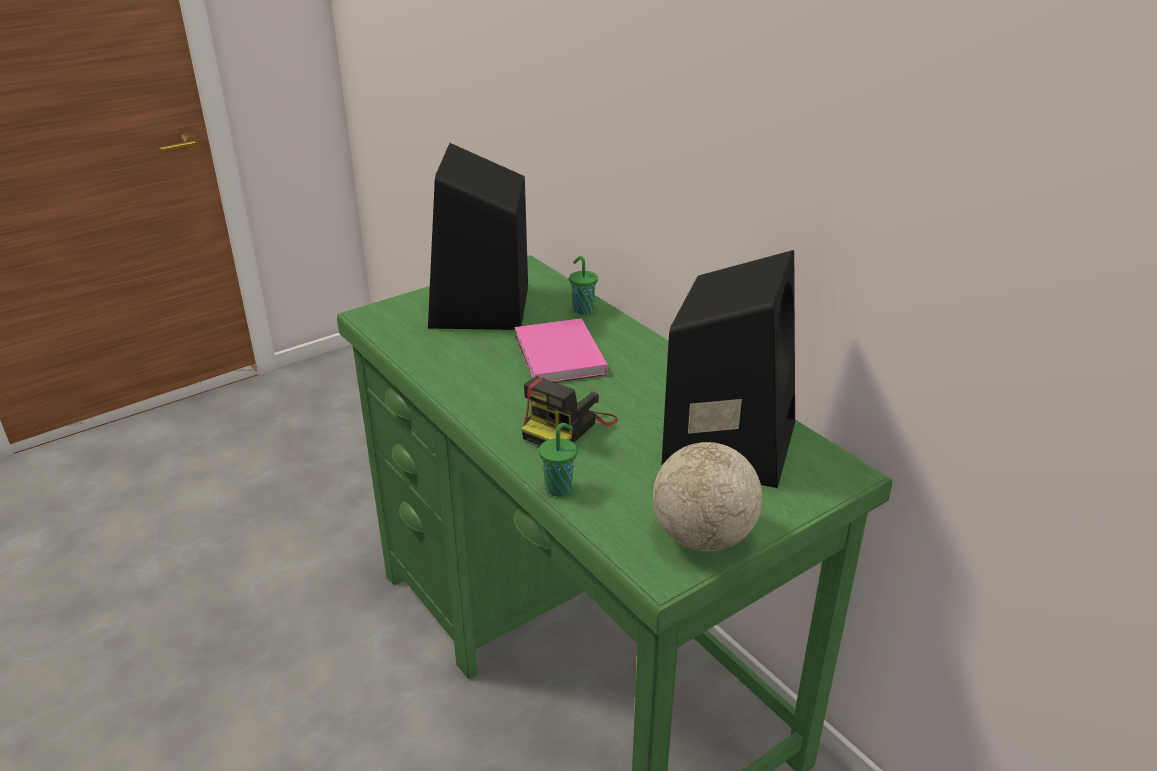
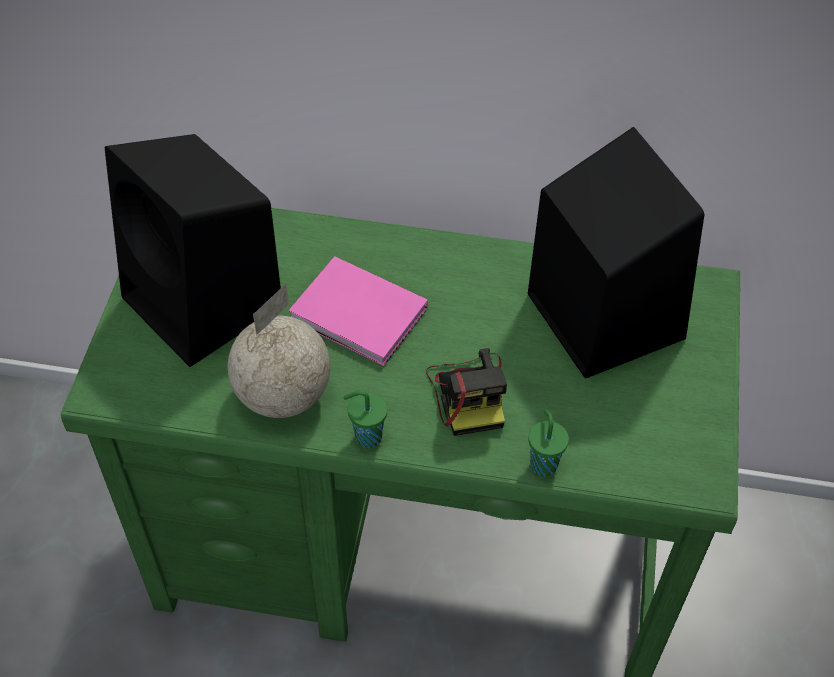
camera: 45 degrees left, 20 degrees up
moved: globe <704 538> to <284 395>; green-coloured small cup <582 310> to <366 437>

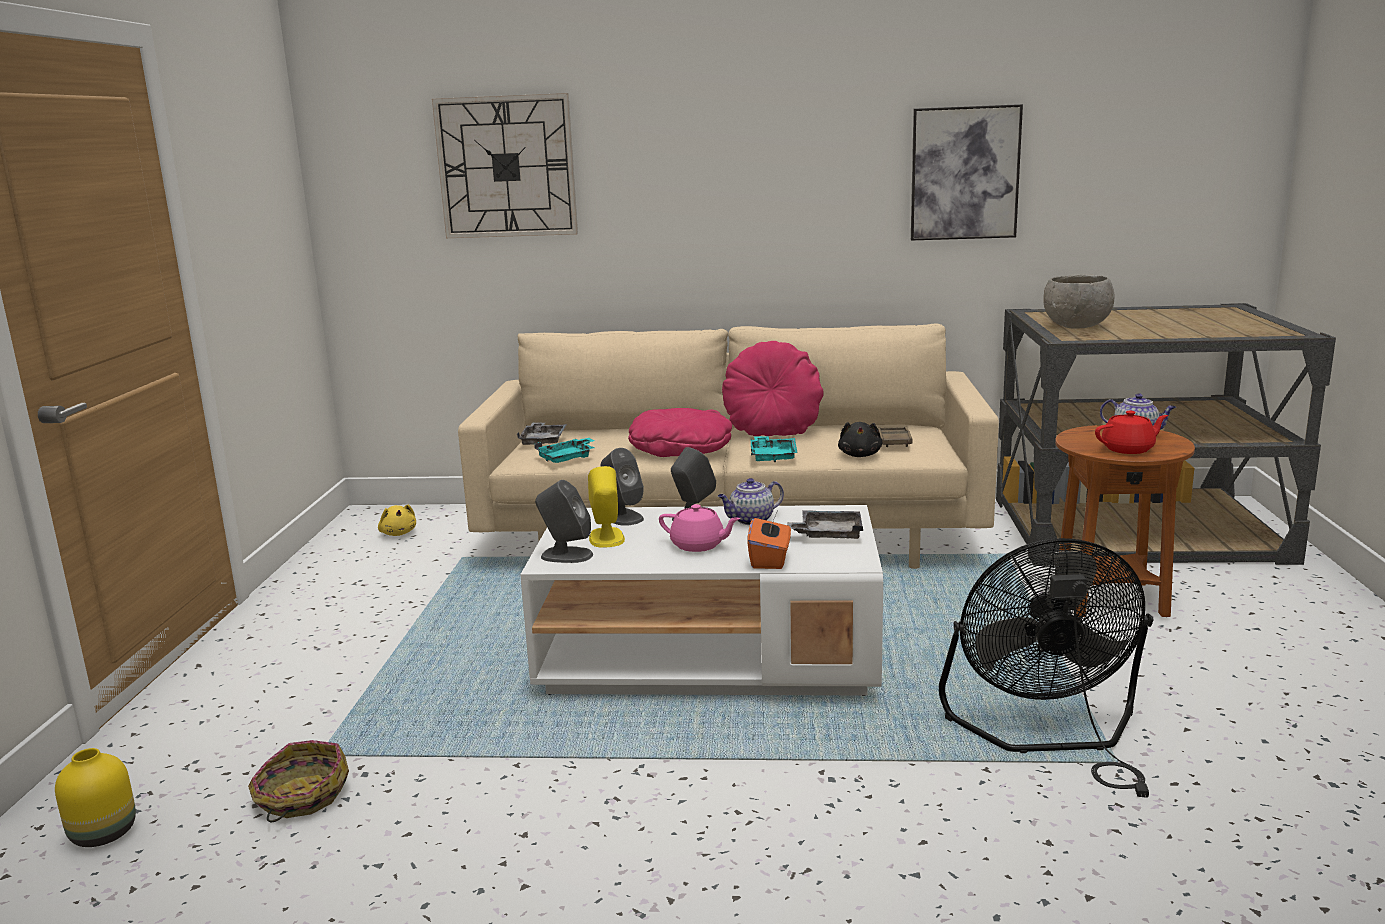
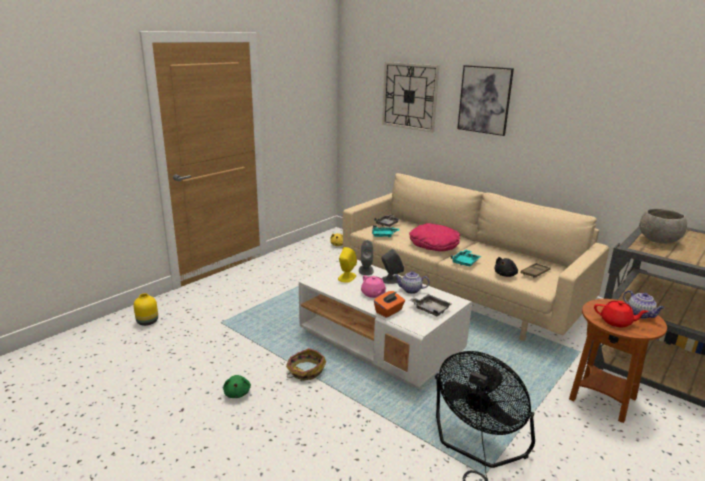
camera: 35 degrees right, 5 degrees up
removed: greyish loudspeaker <566 555>; pink throw pillow <773 433>
added: green-coloured plush toy <237 393>
moved: household basket <301 796> to <305 371>; wall art <964 173> to <484 100>

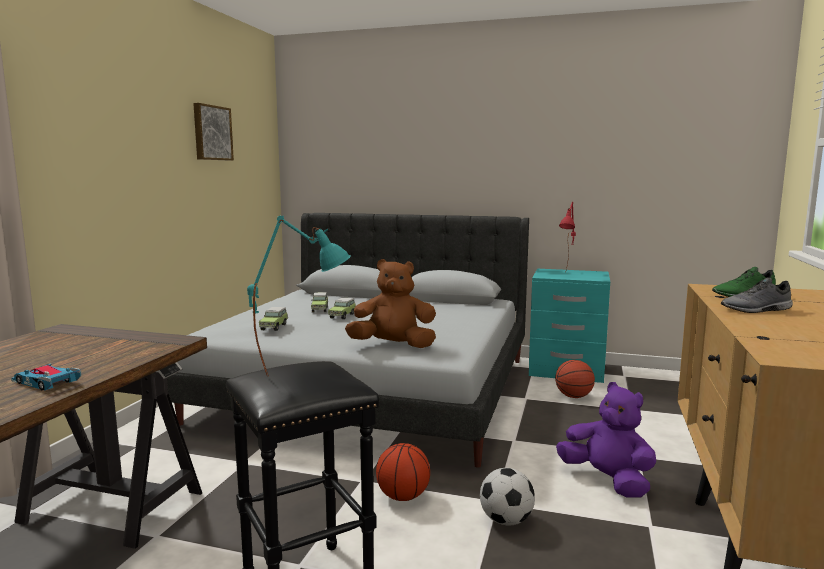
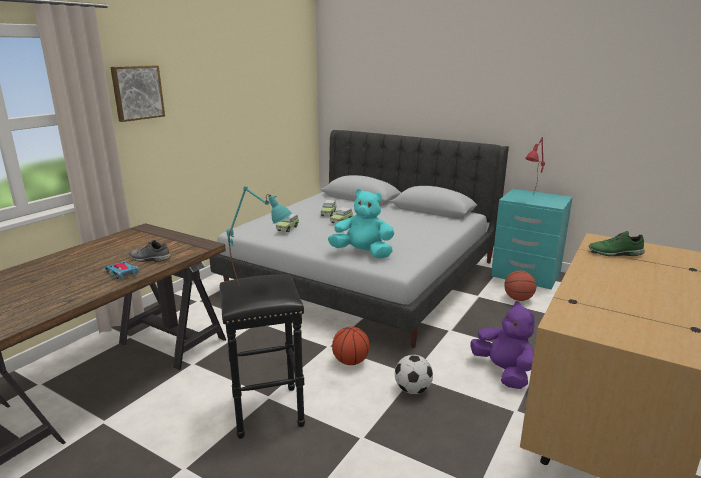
camera: 15 degrees right, 10 degrees up
moved: wall art <211 133> to <137 92>; greyish item of footwear <756 310> to <149 259>
recoloured: brown plush toy <393 346> to blue-green plush toy <363 253>

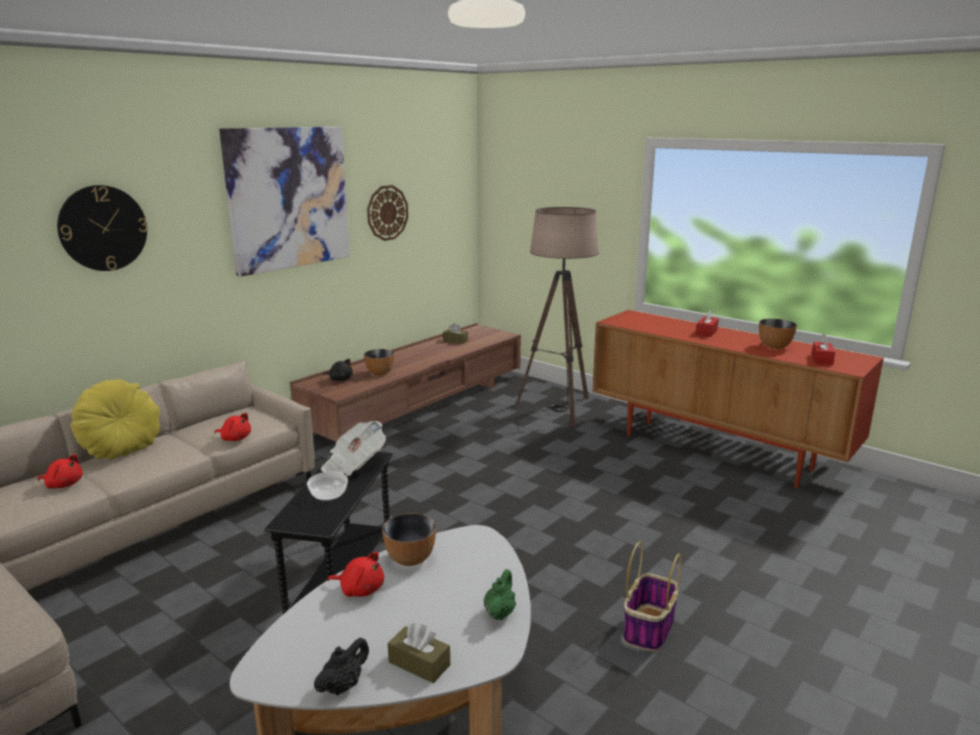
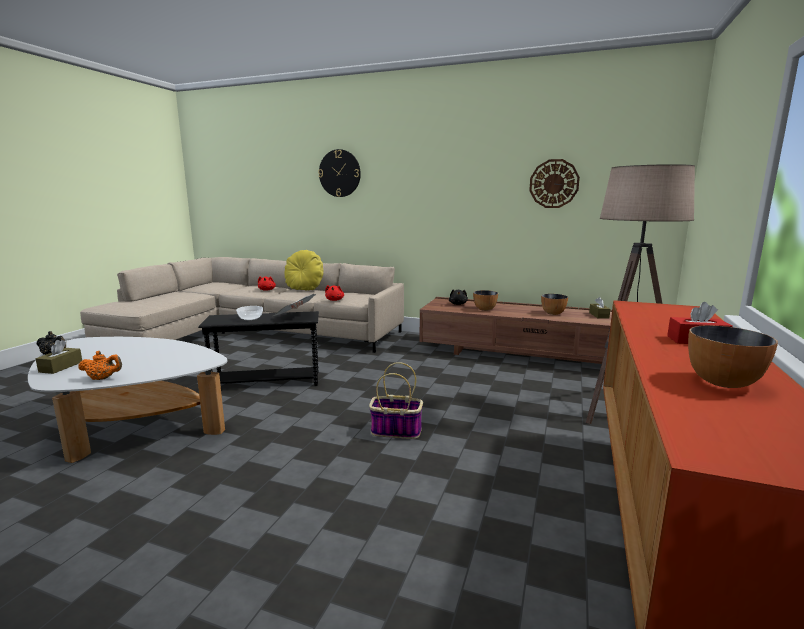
camera: 70 degrees right, 5 degrees down
removed: wall art <289 198>; reddish plush toy <360 589>; reddish tissue box <822 359>
moved: household basket <649 629> to <395 431>; serving bowl <410 559> to <553 313>
recoloured: green-coloured tea pot <499 613> to orange tea pot <103 378>

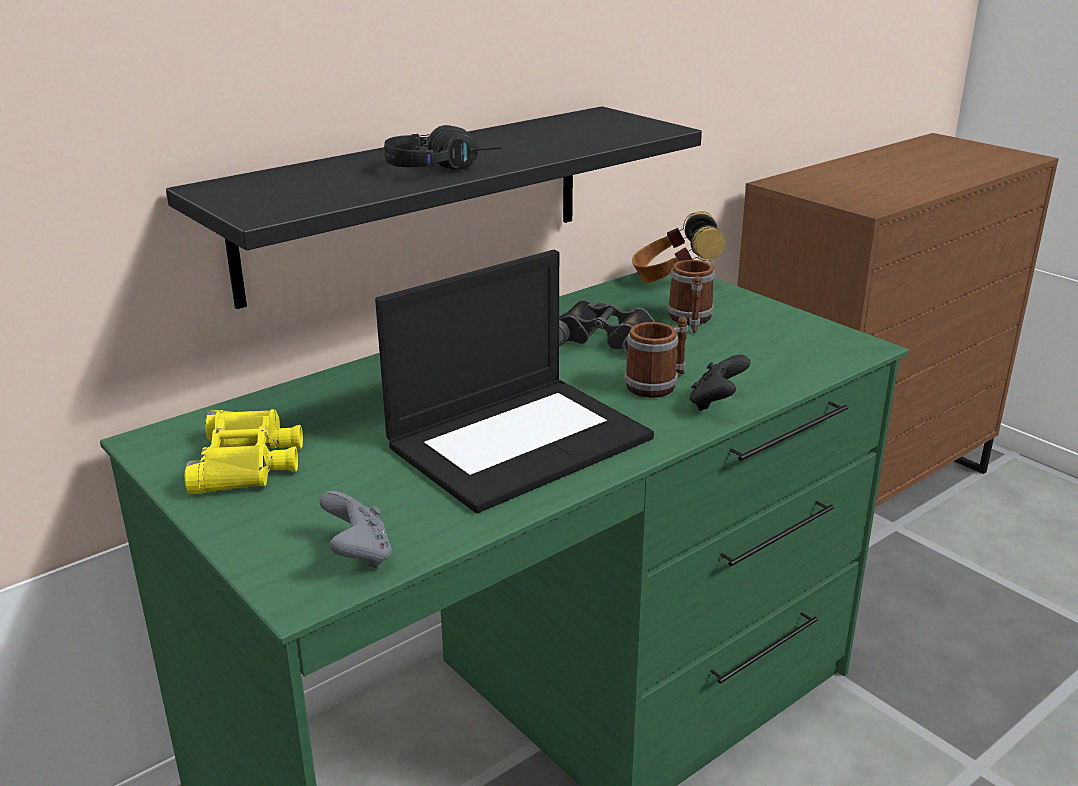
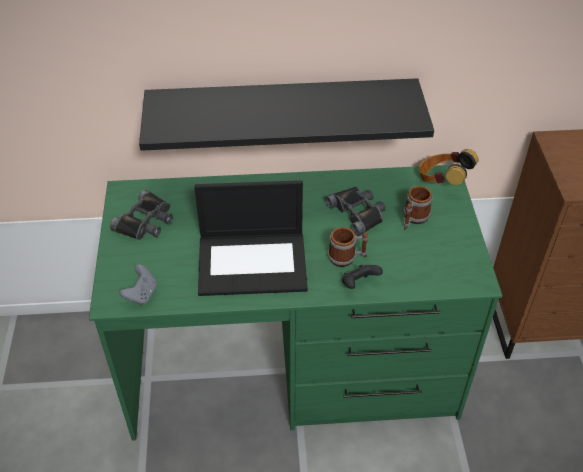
camera: 35 degrees right, 20 degrees up
removed: black-coloured headset <442 168>
recoloured: yellowish field glasses <248 461> to black-coloured field glasses <146 221>

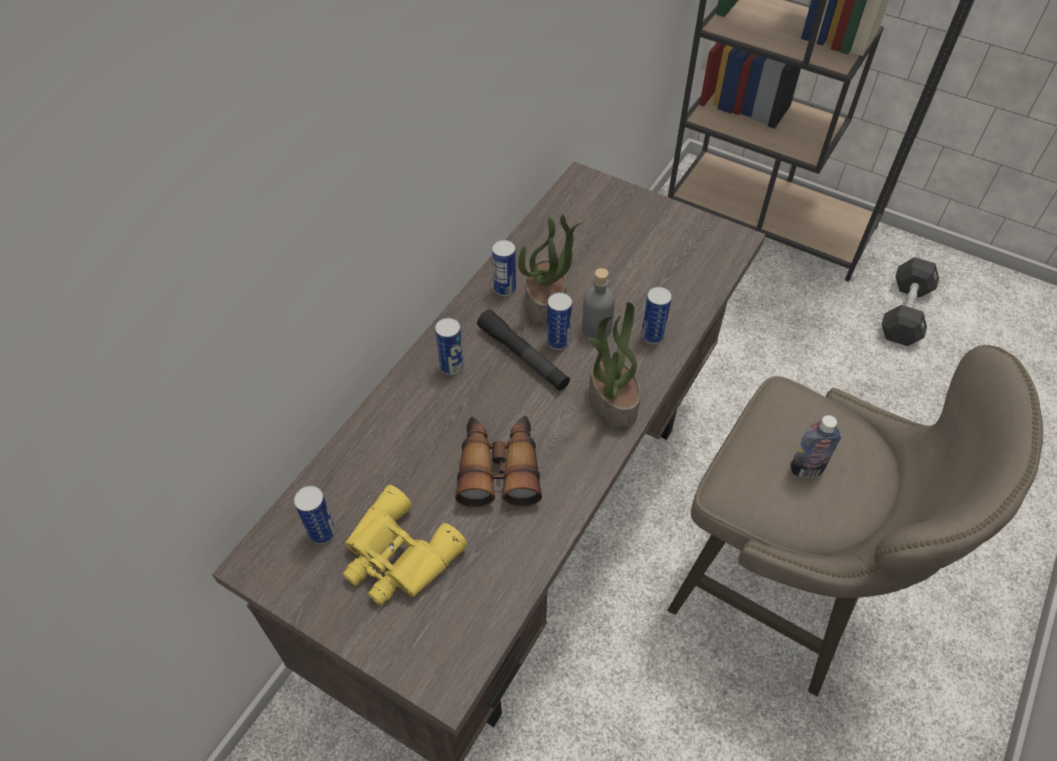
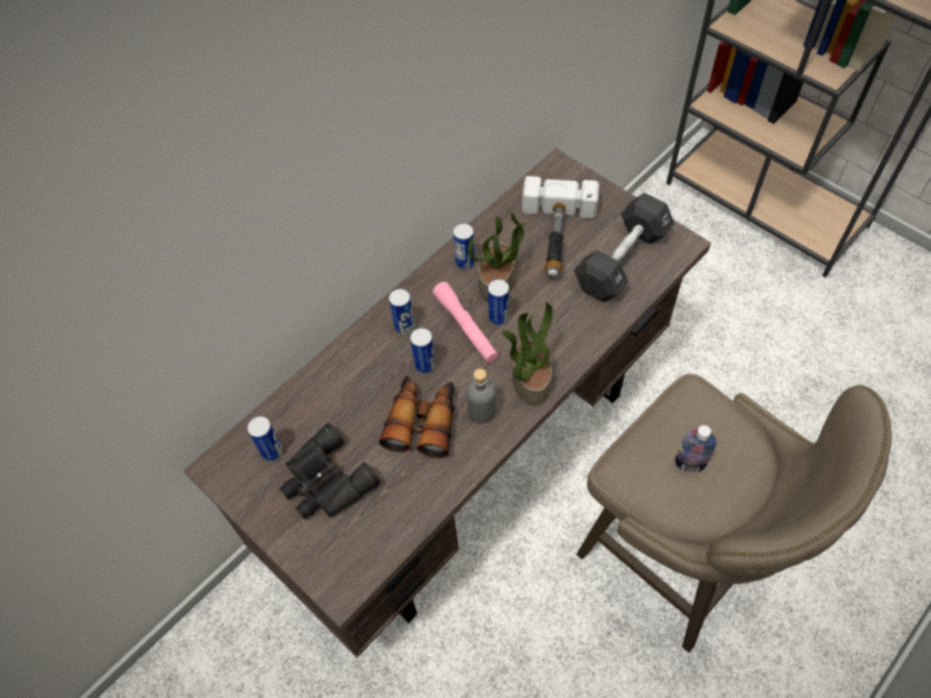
camera: 15 degrees right, 5 degrees up
added: hammer <556 237>
moved: metal can <652 336> to <425 366>; greyish bottle <596 328> to <482 411>; black-coloured free weight <904 312> to <622 260>
recoloured: yellowish field glasses <397 557> to black-coloured field glasses <325 482>; black-coloured hand torch <523 357> to pink hand torch <466 327>

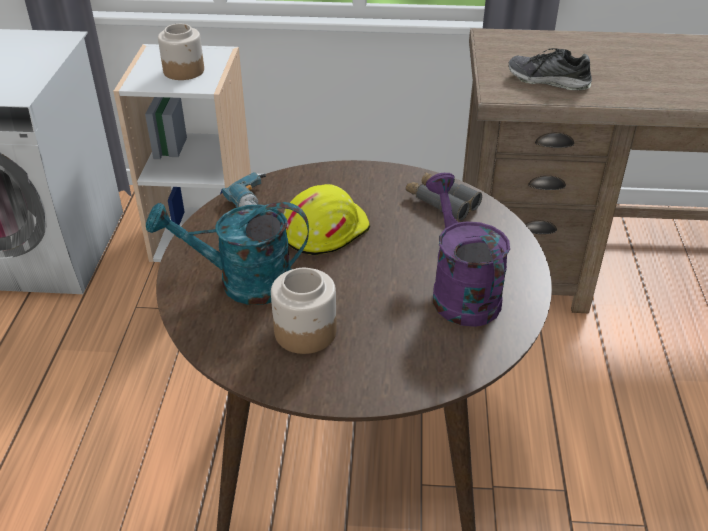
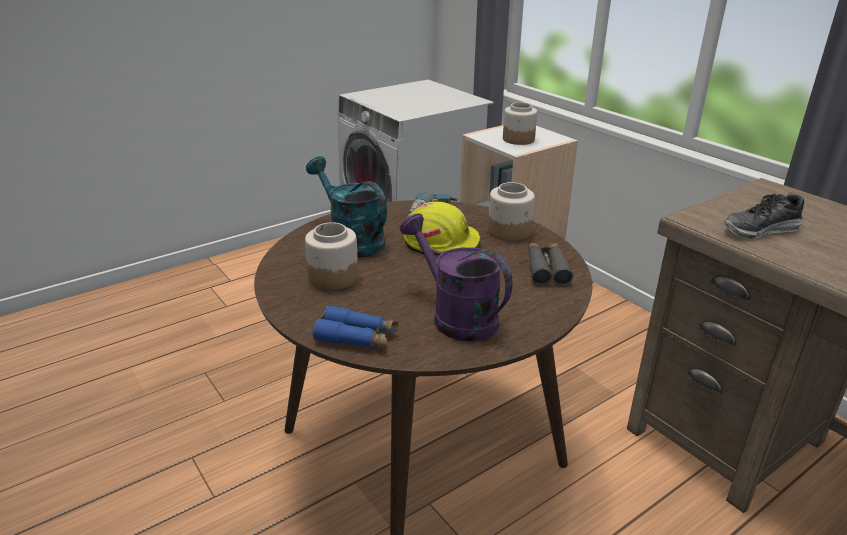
camera: 50 degrees right, 10 degrees down
added: blue field glasses <357 337>; jar <509 231>
turned: purple-coloured watering can <460 291> = <455 316> 75 degrees counterclockwise; item of footwear <548 80> = <760 230> 90 degrees counterclockwise

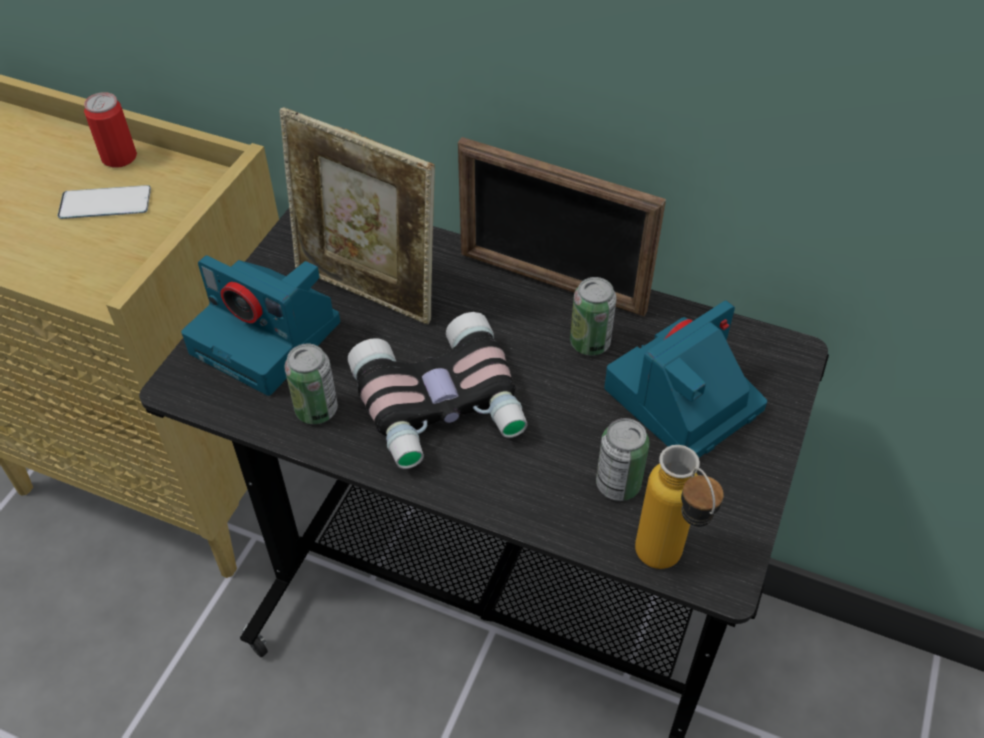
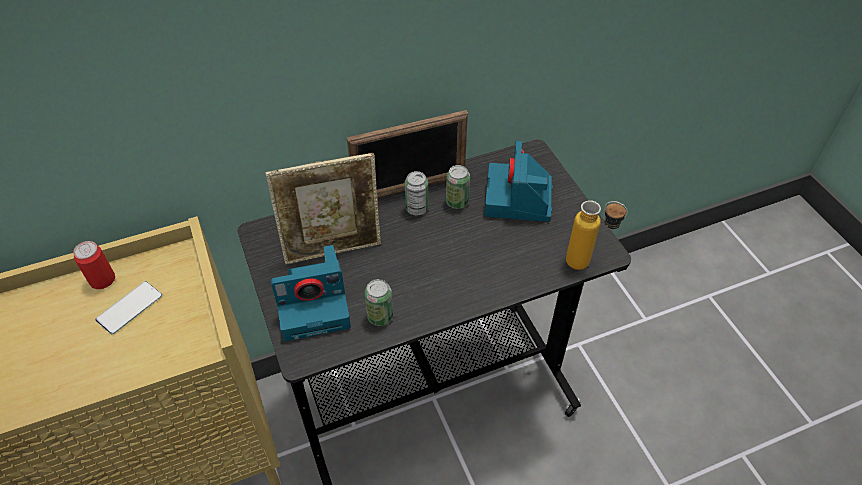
camera: 45 degrees left, 0 degrees up
removed: field glasses <441 407>
moved: metal can <618 484> to <417 208>

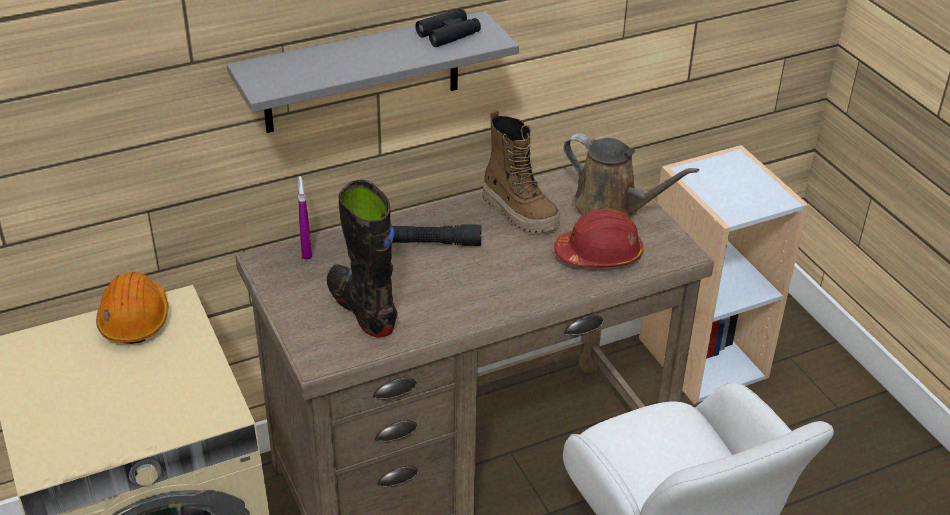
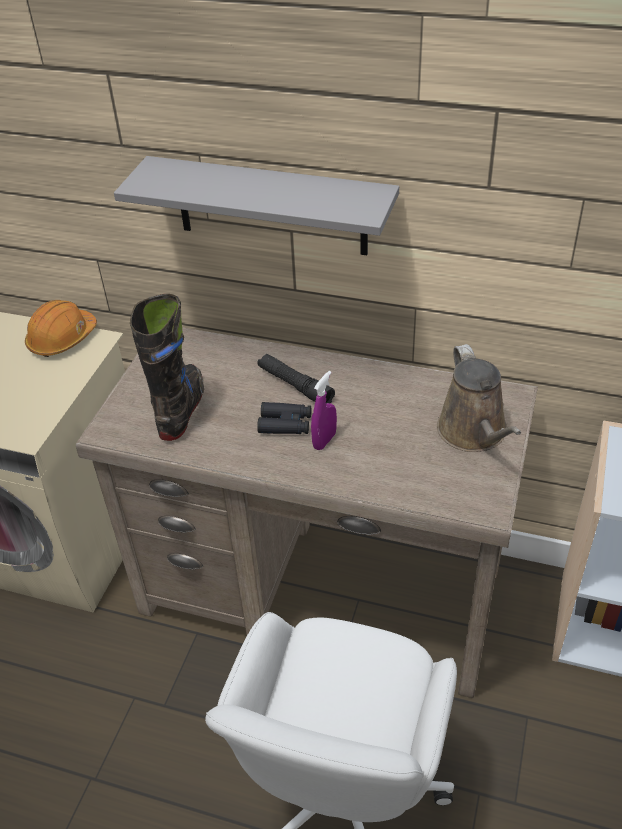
camera: 45 degrees right, 5 degrees up
removed: boot <520 212>; reddish work helmet <599 254>
moved: black-coloured field glasses <448 34> to <285 424>; purple-coloured hand sprayer <306 251> to <324 441>

